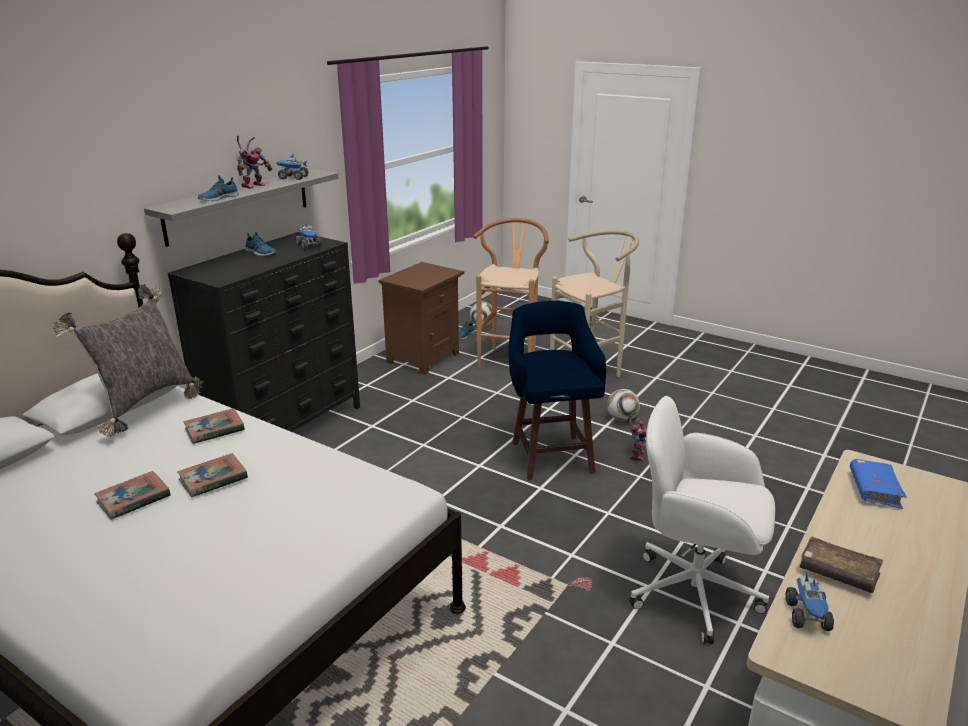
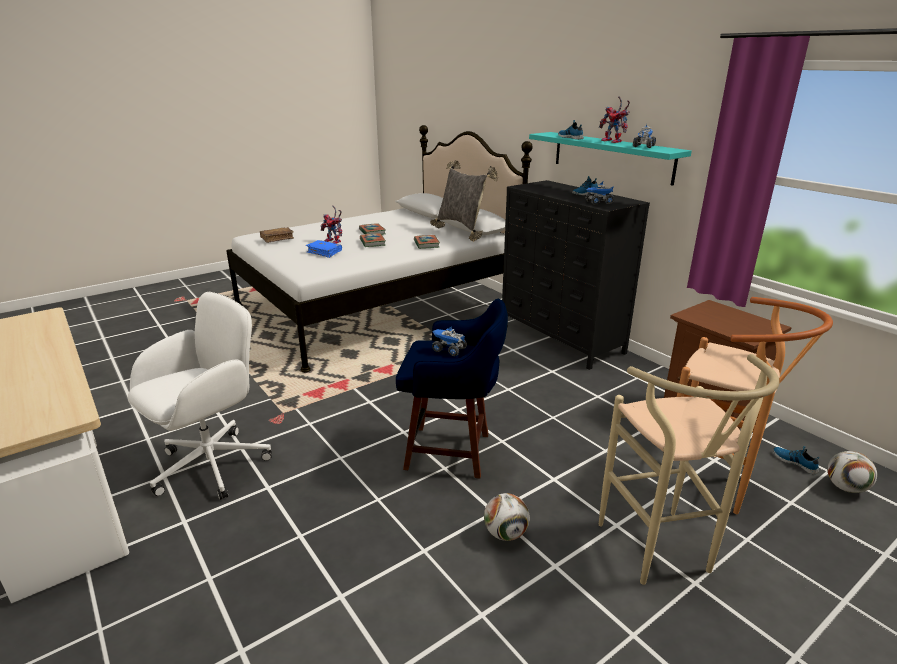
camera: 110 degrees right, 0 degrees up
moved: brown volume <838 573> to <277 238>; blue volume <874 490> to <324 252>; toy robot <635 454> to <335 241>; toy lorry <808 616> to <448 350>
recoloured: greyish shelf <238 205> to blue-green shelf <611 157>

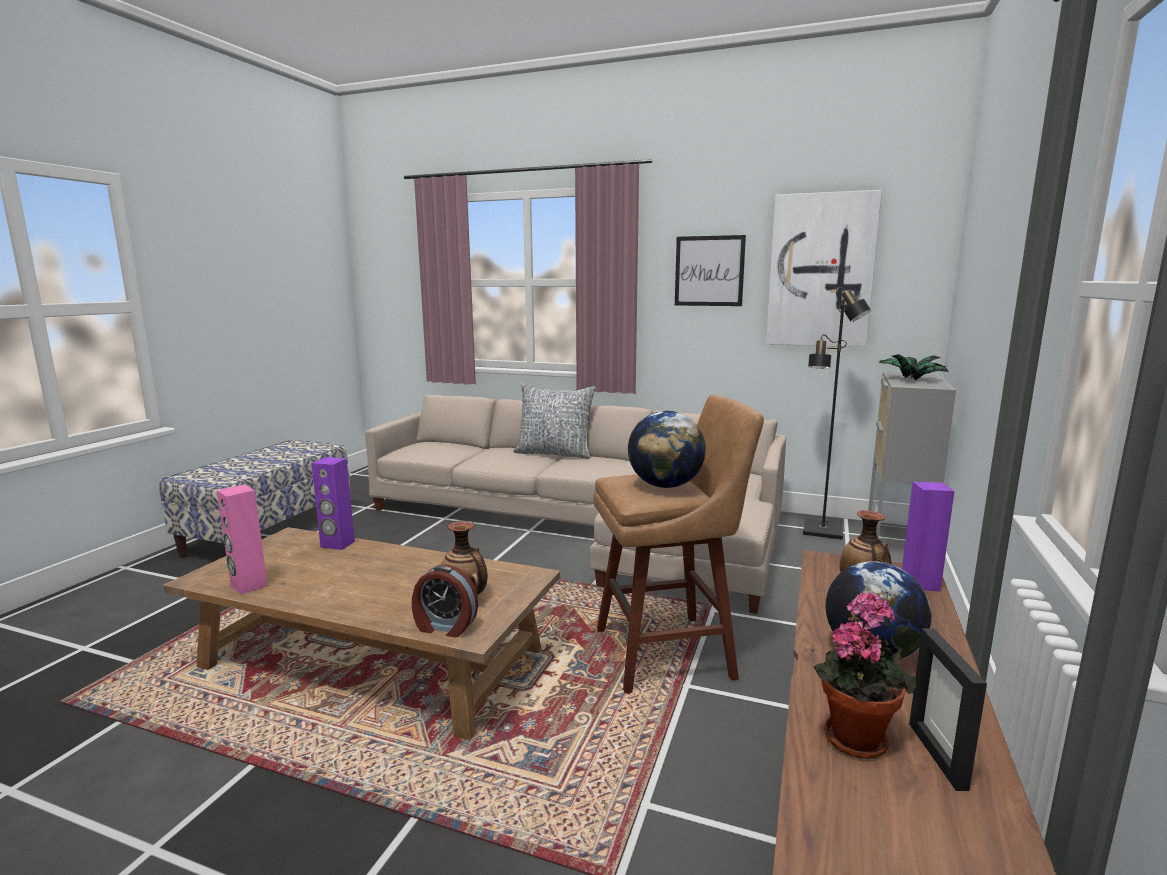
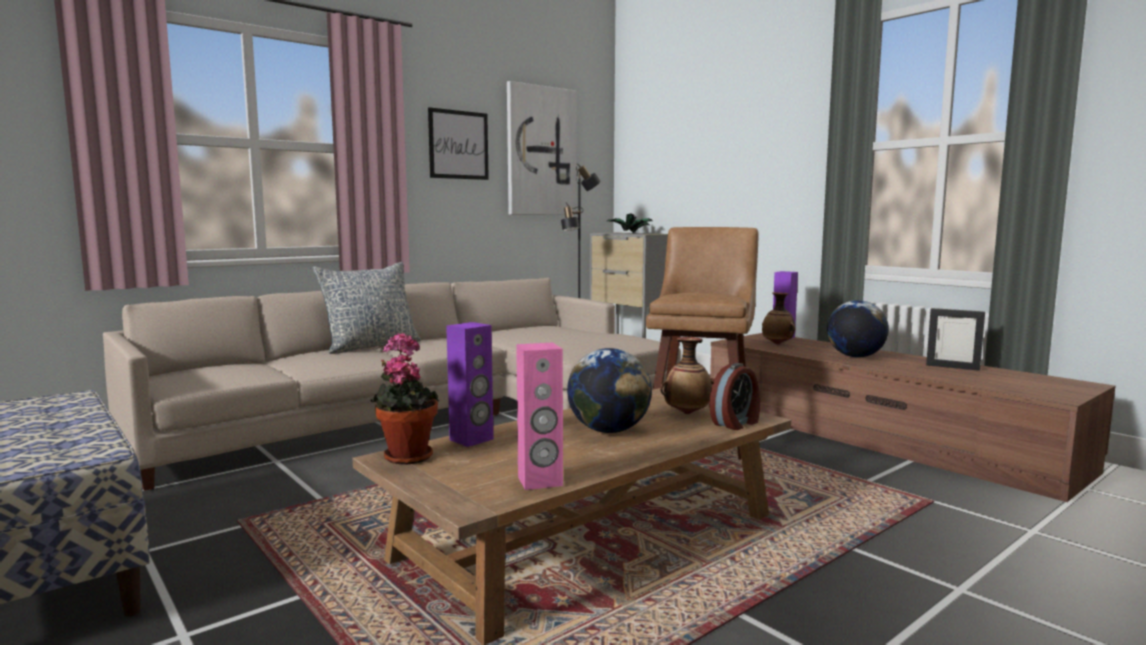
camera: 60 degrees left, 5 degrees down
moved: potted plant <855 736> to <406 455>; globe <665 486> to <609 430>

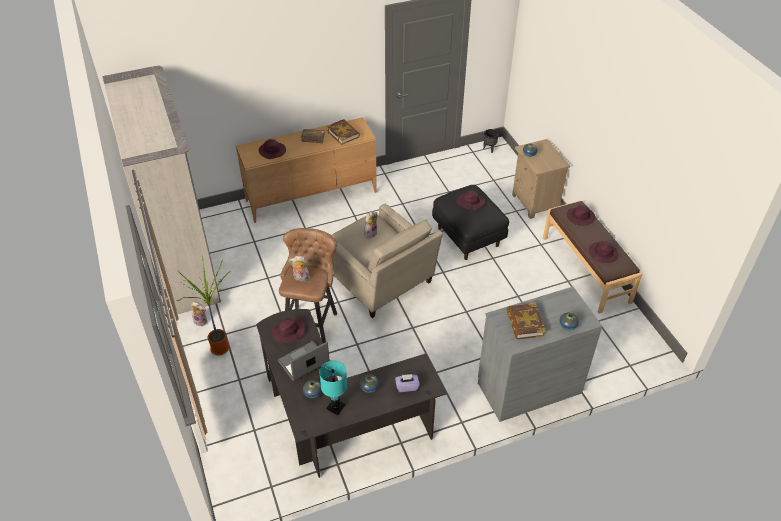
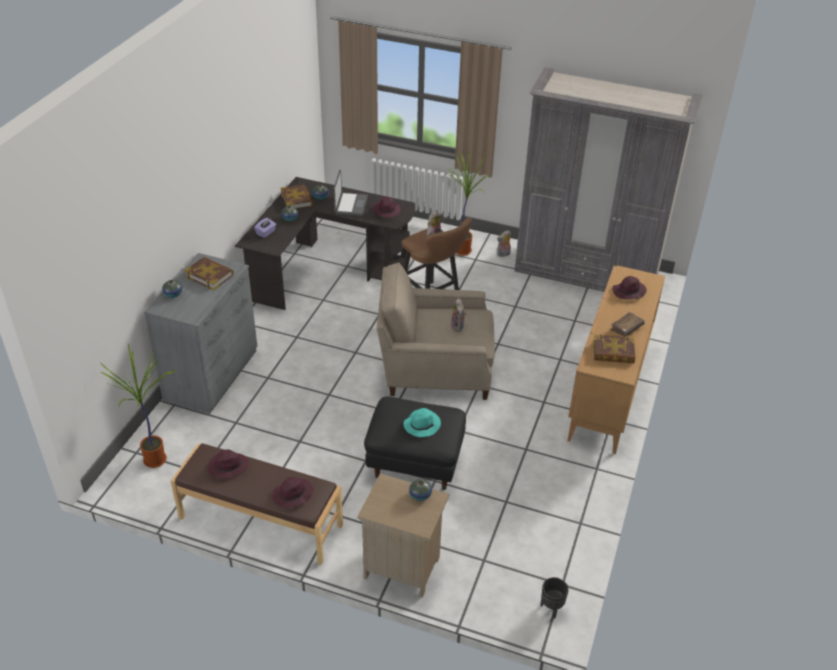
camera: 130 degrees right, 5 degrees down
added: potted plant <157 461>
replaced: blue-green tabletop lamp <335 407> to volume <296 200>
recoloured: purple-coloured clothing hat <470 203> to blue-green clothing hat <422 424>

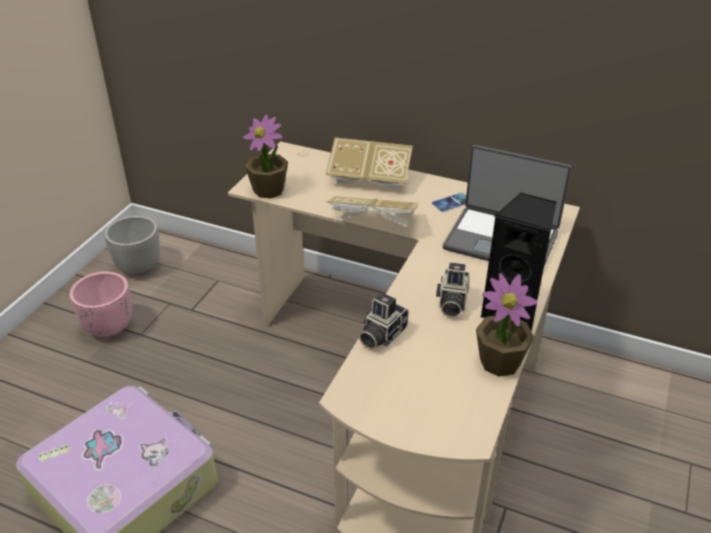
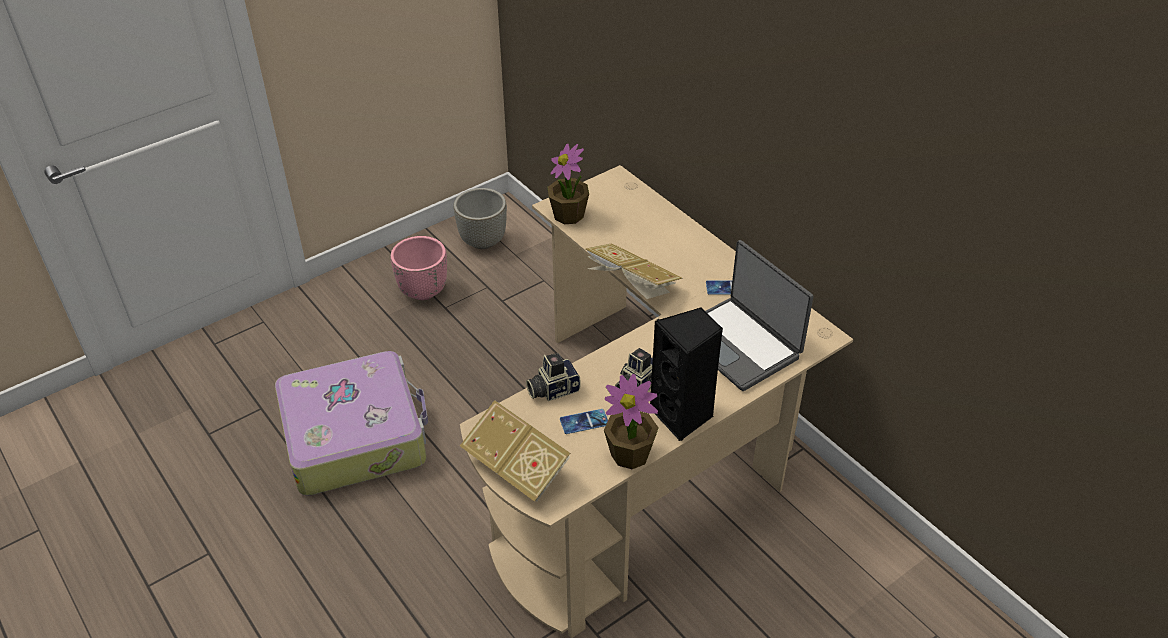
camera: 30 degrees right, 5 degrees up
added: telephone <584 422>
moved: volume <369 179> to <518 467>

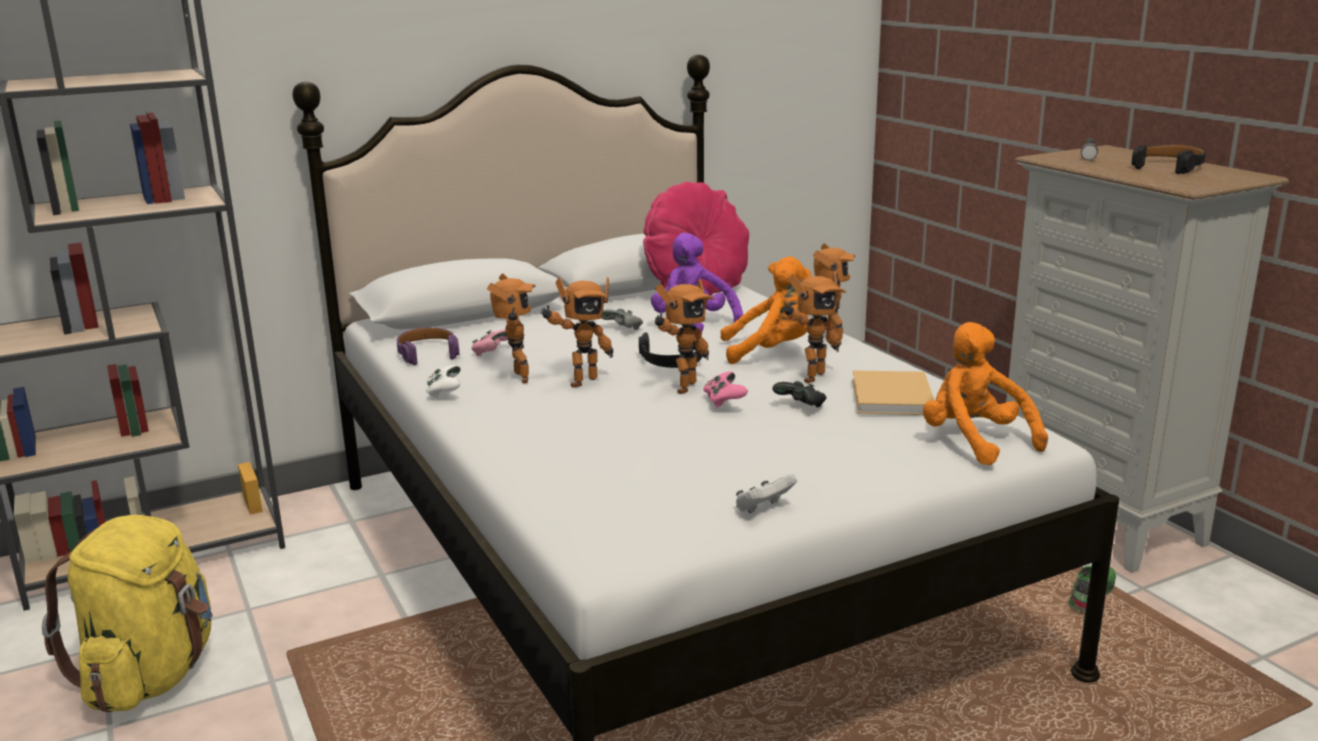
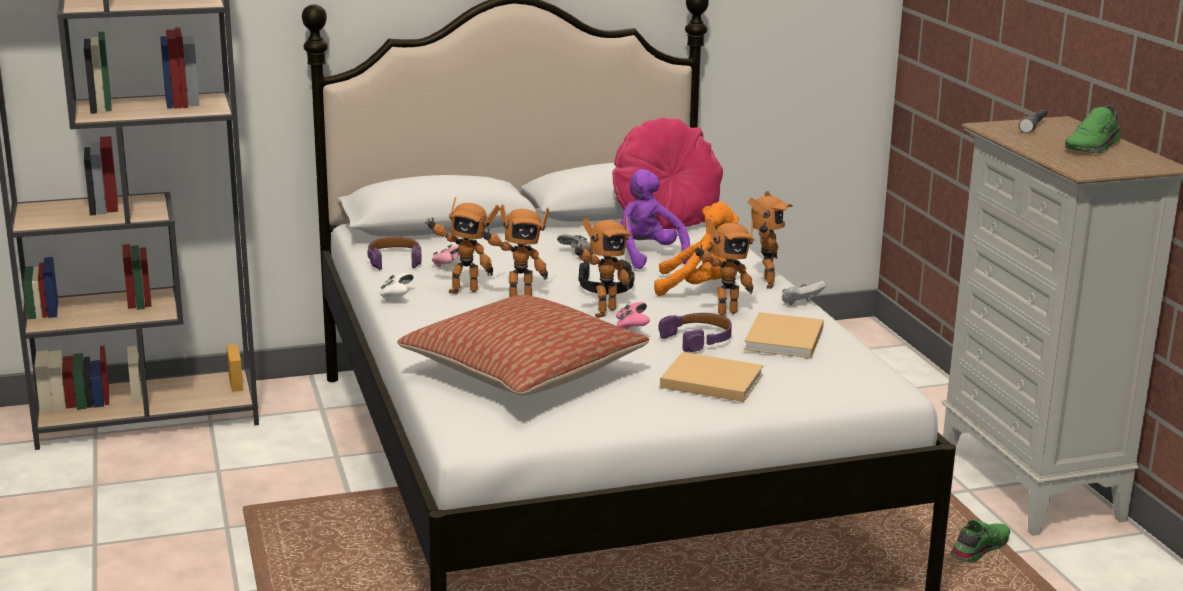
camera: 10 degrees right, 0 degrees up
removed: yellowish knapsack <151 675>; orange plush toy <974 441>
added: throw pillow <523 371>; sand-coloured volume <708 380>
moved: whitish gamepad <763 509> to <800 303>
replaced: black-coloured gamepad <801 406> to purple-coloured headset <698 339>; black-coloured headset <1169 167> to green-coloured item of footwear <1094 147>
turned: toy robot <516 378> = <462 290> 90 degrees clockwise

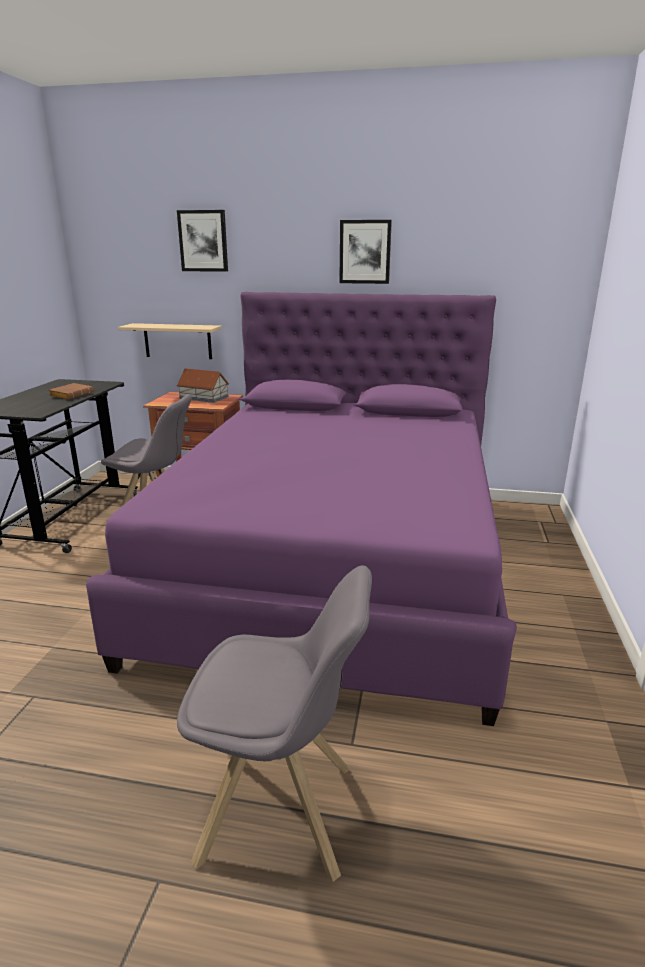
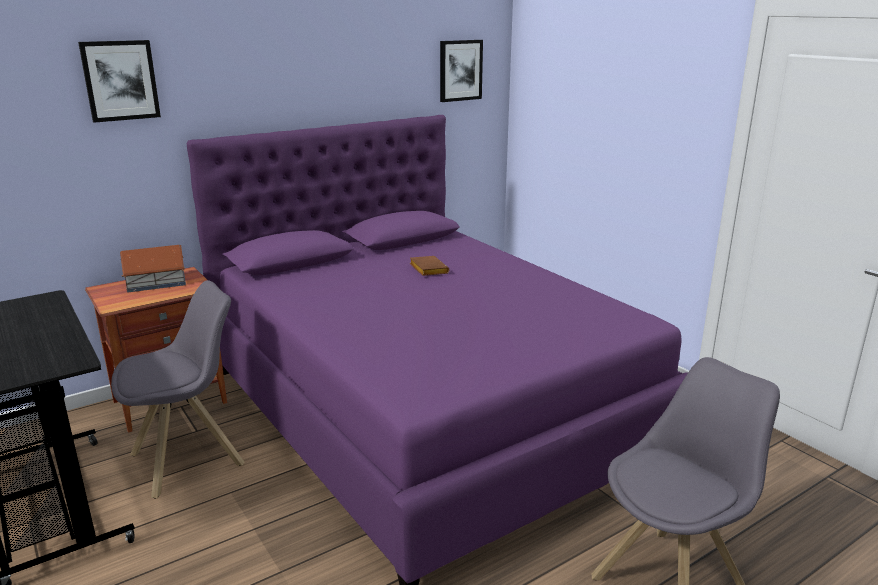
camera: 45 degrees left, 0 degrees up
removed: sand-coloured shelf <177 341>
moved: brown volume <71 394> to <427 269>; wall art <365 252> to <460 70>

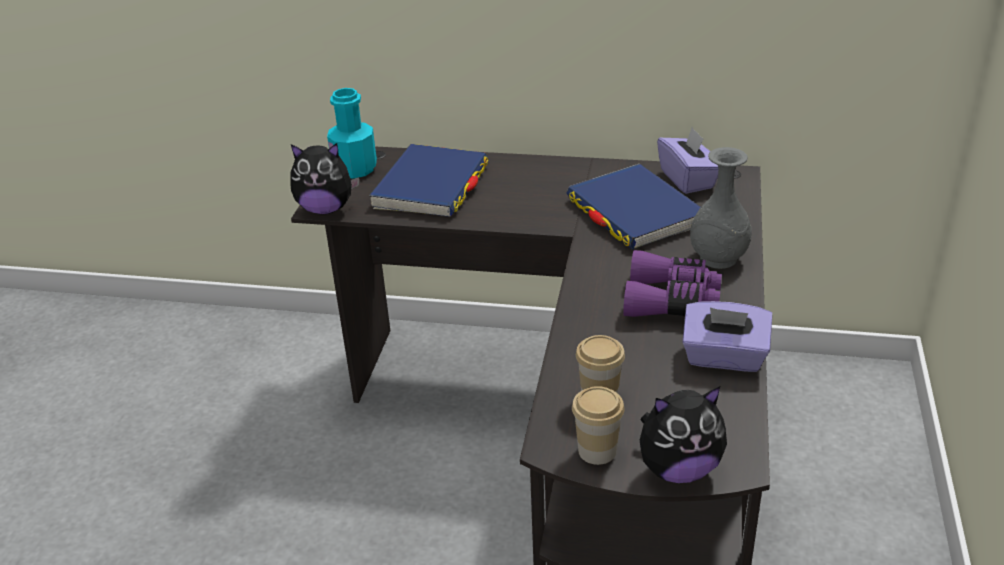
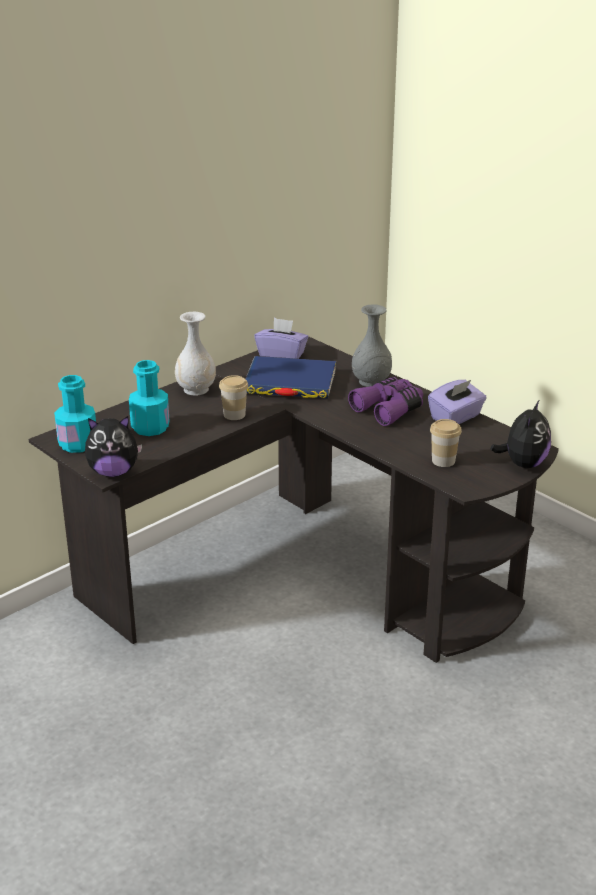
camera: 55 degrees left, 5 degrees down
added: whitish flower vase <196 389>
moved: small cup <597 451> to <234 415>
replaced: blue volume <431 186> to blue-green bottle <150 428>
turned: plush toy <326 209> = <113 472> 45 degrees clockwise

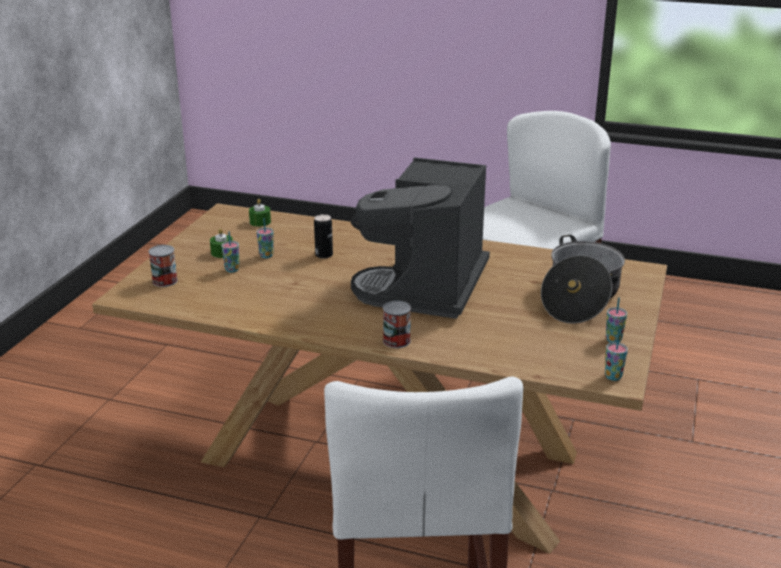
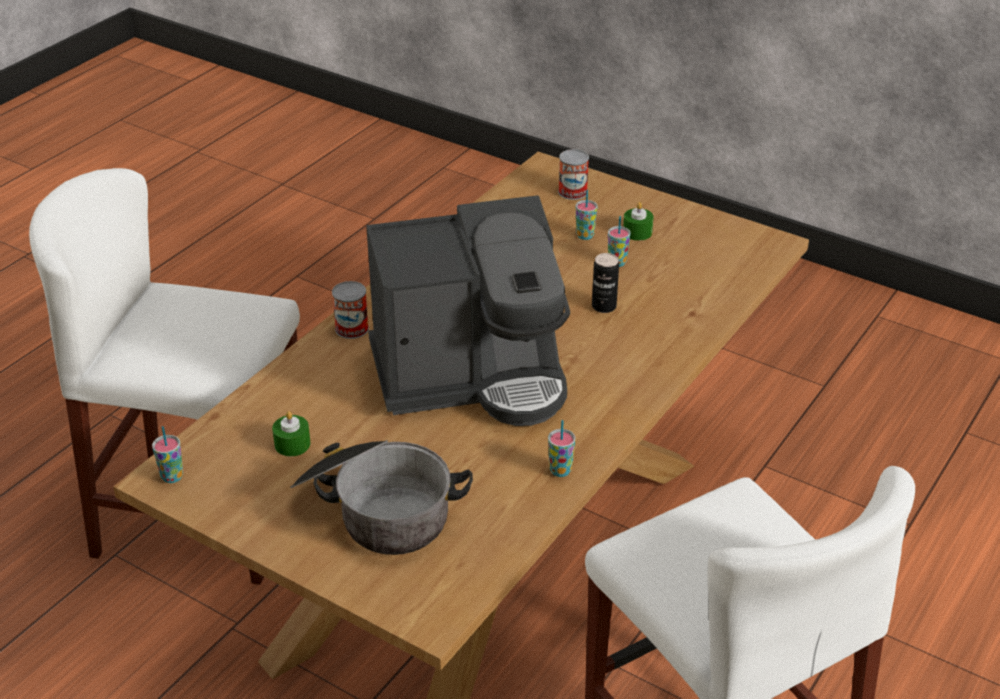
camera: 105 degrees right, 10 degrees up
moved: green-coloured wax candle <260 222> to <292 444>; small cup <613 340> to <560 470>
turned: coffee brewer <426 287> = <473 375> 135 degrees clockwise

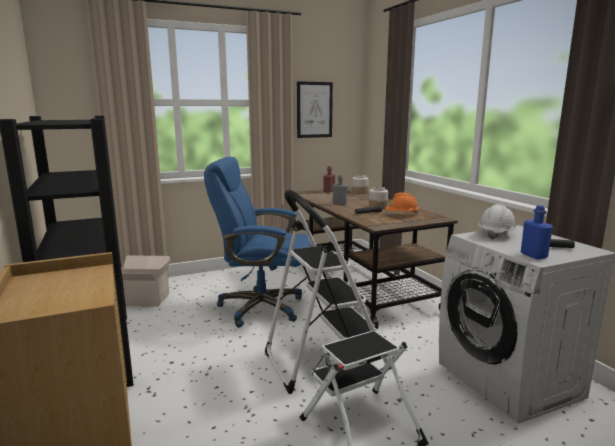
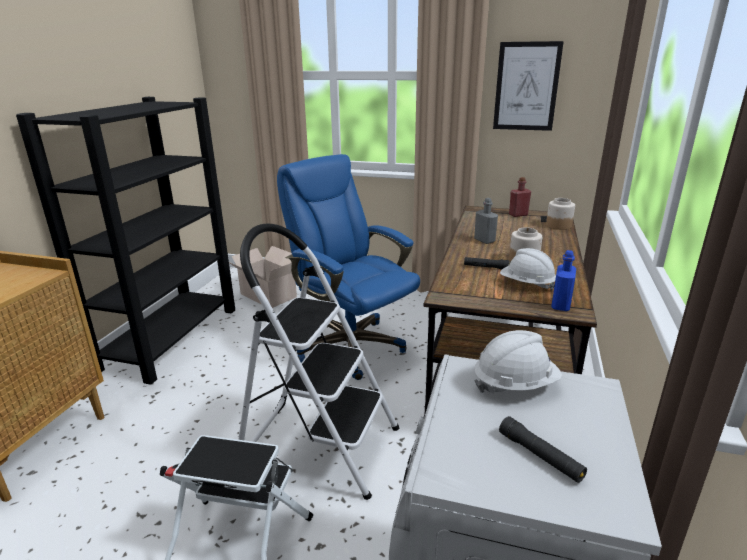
camera: 40 degrees right, 10 degrees up
moved: blue bottle <533 255> to <560 305>
recoloured: orange work helmet <401 215> to whitish work helmet <526 284>

